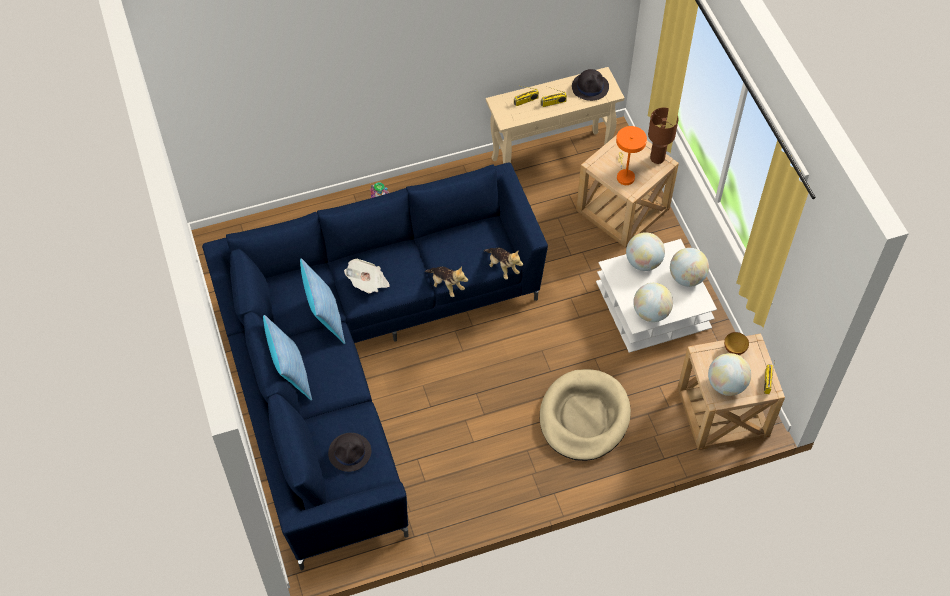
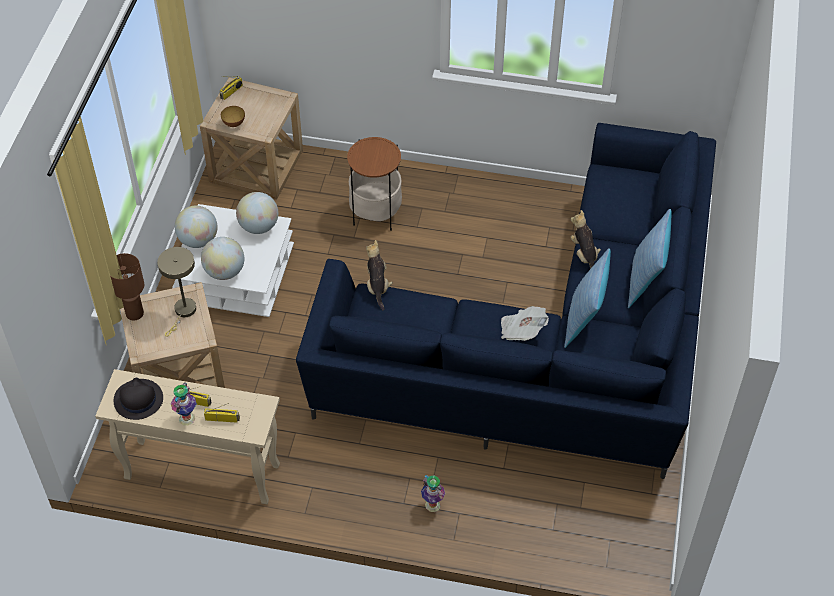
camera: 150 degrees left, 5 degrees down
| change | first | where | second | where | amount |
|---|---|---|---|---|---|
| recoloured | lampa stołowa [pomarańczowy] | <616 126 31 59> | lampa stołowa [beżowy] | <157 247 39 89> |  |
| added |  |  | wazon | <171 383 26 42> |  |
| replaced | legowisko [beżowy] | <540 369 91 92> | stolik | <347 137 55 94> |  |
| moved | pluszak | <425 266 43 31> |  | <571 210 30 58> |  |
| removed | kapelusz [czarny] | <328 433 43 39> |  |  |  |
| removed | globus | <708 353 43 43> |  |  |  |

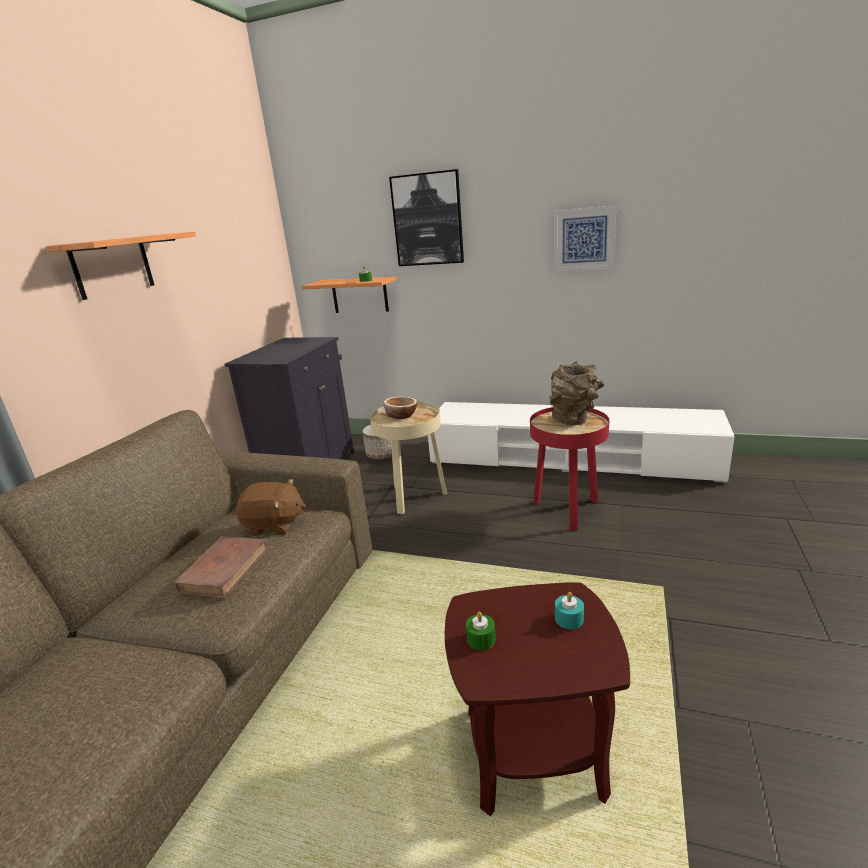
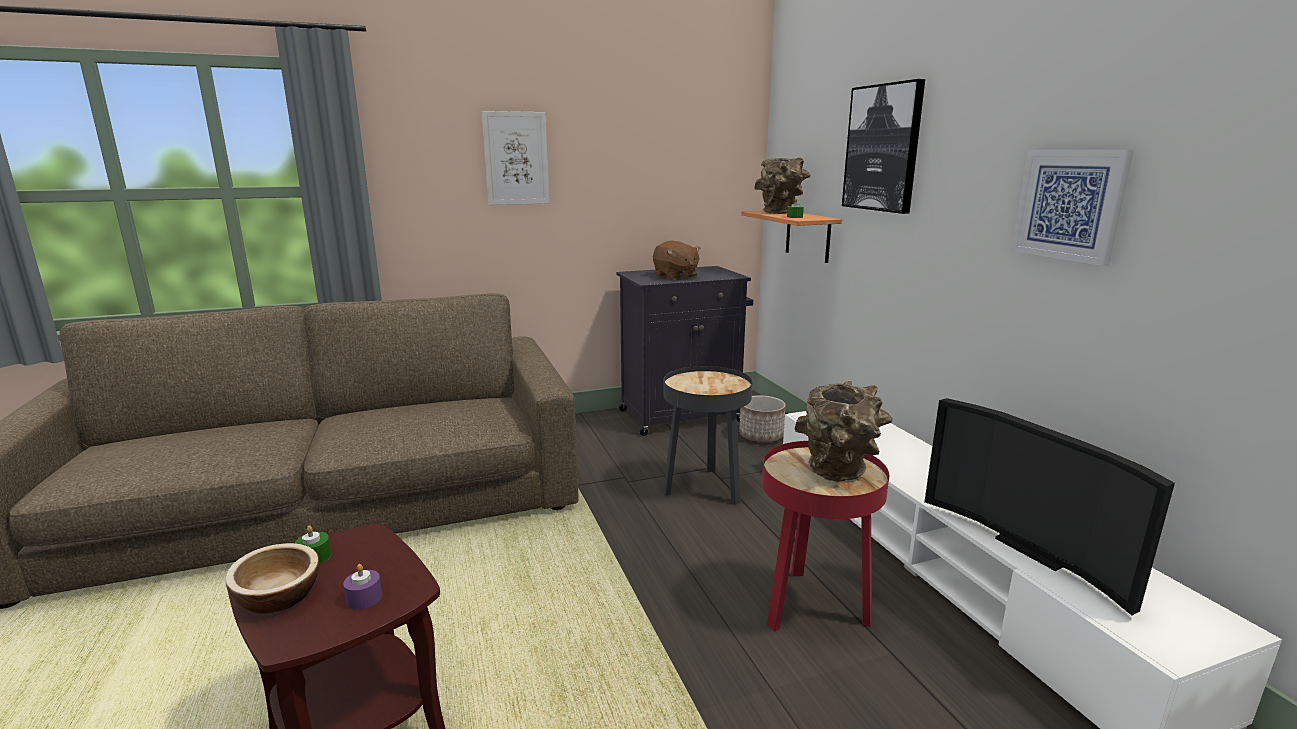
camera: 50 degrees right, 5 degrees down
| change | first | where | second | where | amount |
|---|---|---|---|---|---|
| moved | miska | <383 396 34 23> |  | <225 543 94 71> |  |
| recoloured | świeca [turkusowy] | <555 592 29 37> | świeca [fioletowy] | <343 564 39 46> |  |
| replaced | półka | <45 232 151 68> | obraz | <482 111 67 94> |  |
| moved | pluszak [brązowy] | <236 479 70 57> |  | <653 241 48 39> |  |
| recoloured | stolik [beżowy] | <370 401 77 113> | stolik [czarny] | <663 366 90 139> |  |
| added |  |  | wazon [brązowy] | <754 157 57 57> |  |
| added |  |  | telewizor | <924 398 251 218> |  |
| removed | książka [brązowy] | <173 536 96 62> |  |  |  |

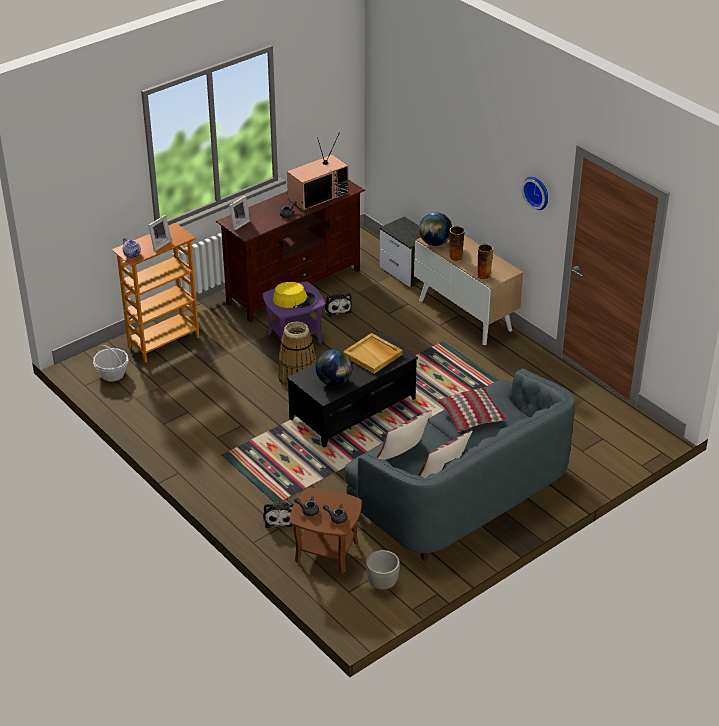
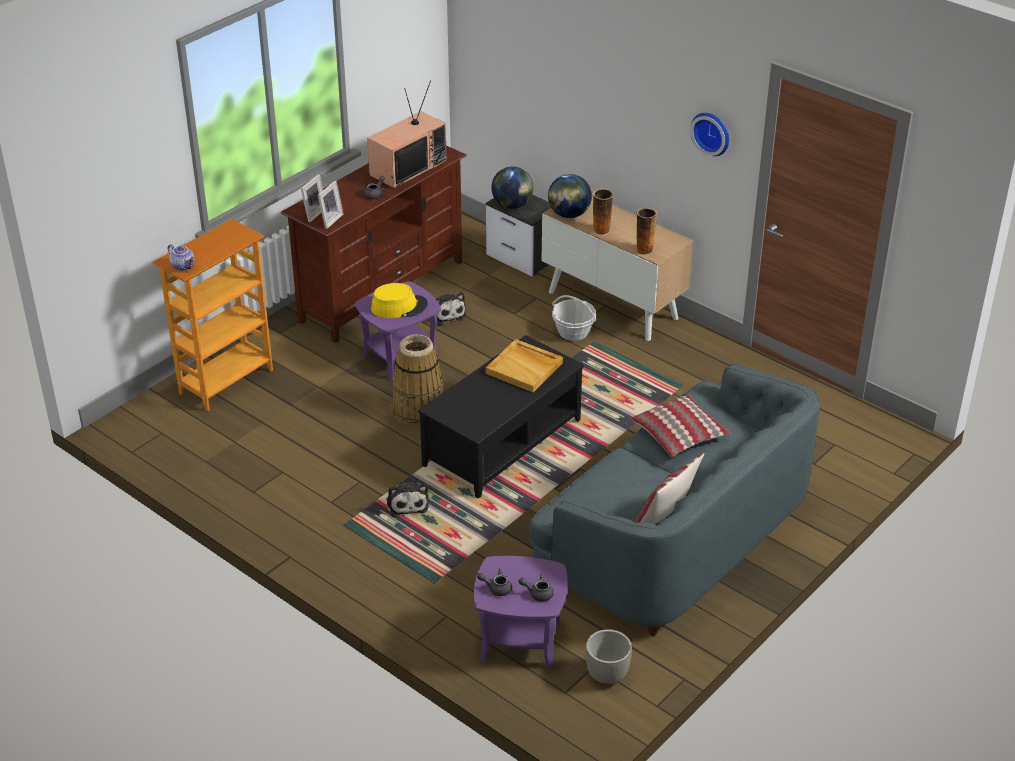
camera: 10 degrees left, 0 degrees up
| change | first | where | second | where | amount |
|---|---|---|---|---|---|
| moved | ramka na zdjęcie | <148 215 24 36> |  | <318 181 25 48> |  |
| moved | pluszak | <263 502 31 26> |  | <387 482 42 36> |  |
| recoloured | stolik [brązowy] | <290 488 72 86> | stolik [fioletowy] | <474 556 94 112> |  |
| moved | globus | <316 349 36 37> |  | <491 167 43 42> |  |
| moved | koszyk | <93 345 36 37> |  | <552 295 44 46> |  |
| removed | poduszka | <377 410 55 50> |  |  |  |

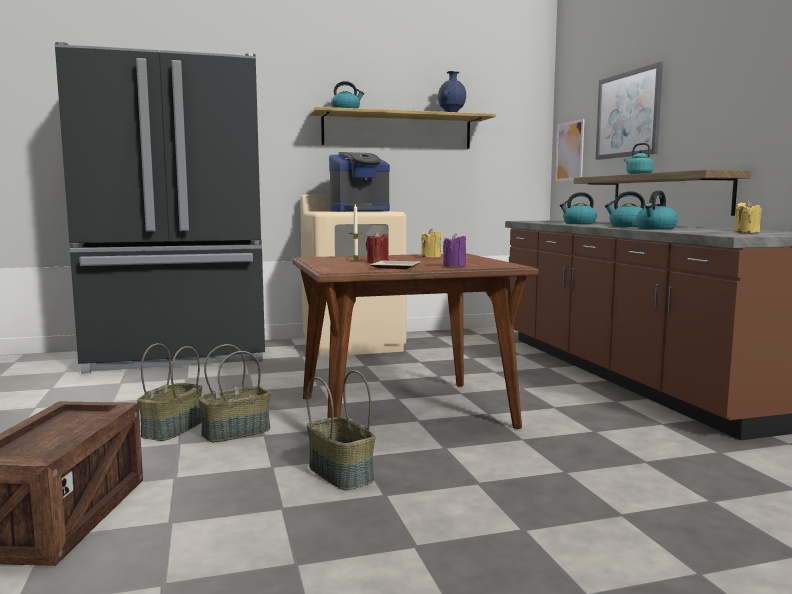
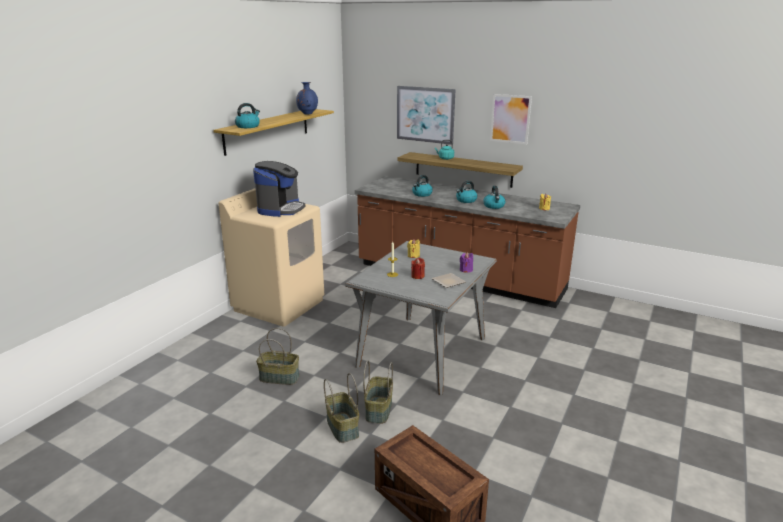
camera: 45 degrees left, 15 degrees up
| change | first | where | second | where | amount |
|---|---|---|---|---|---|
| moved | koszyk | <307 370 68 120> |  | <256 328 44 57> |  |
| recoloured | stół jadalny [brązowy] | <292 253 246 176> | stół jadalny [szary] | <345 241 152 154> |  |
| moved | obraz | <555 119 30 63> |  | <490 94 42 50> |  |
| removed | lodówka [czarny] | <54 42 211 332> |  |  |  |

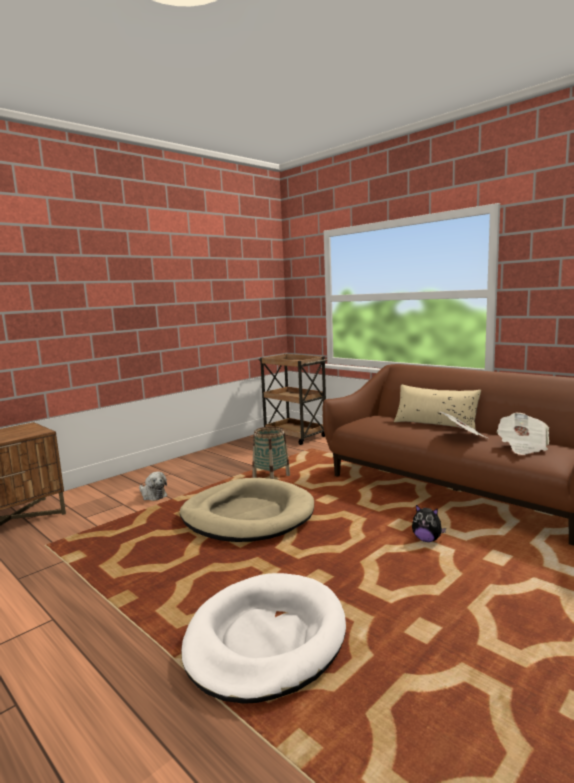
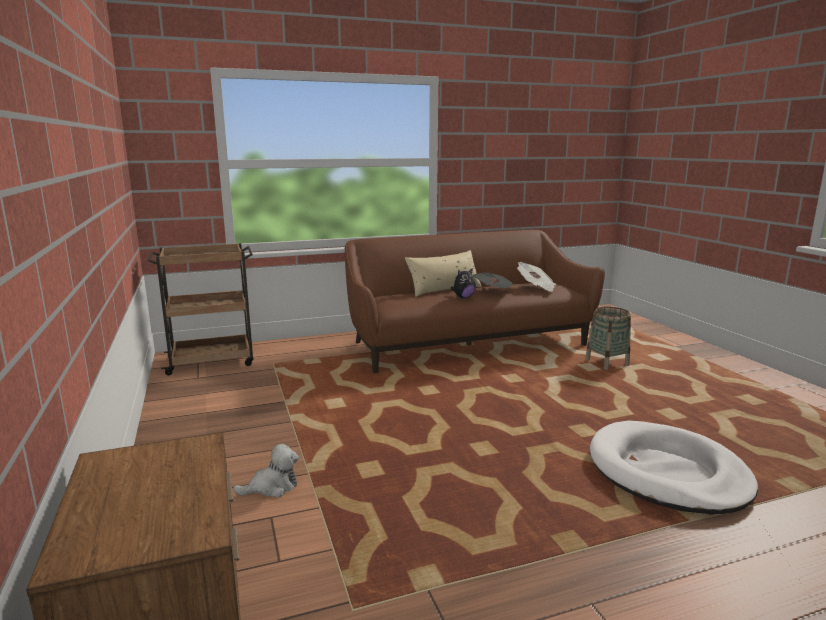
camera: 65 degrees left, 5 degrees up
| change | first | where | second | where | amount |
|---|---|---|---|---|---|
| moved | pluszak | <412 505 34 37> |  | <450 268 26 30> |  |
| moved | koszyk | <253 426 37 53> |  | <585 307 46 63> |  |
| removed | legowisko [beżowy] | <180 478 134 64> |  |  |  |

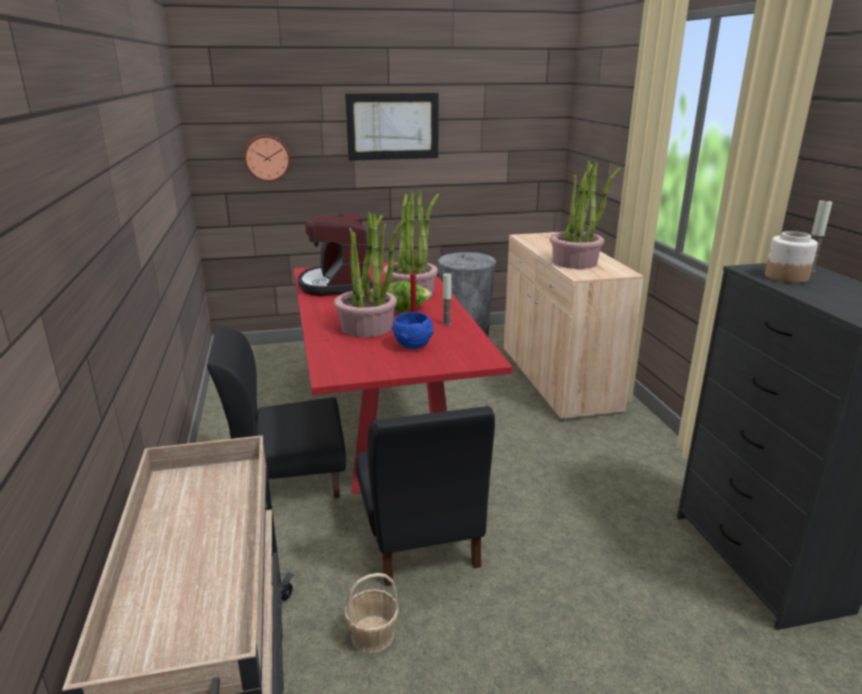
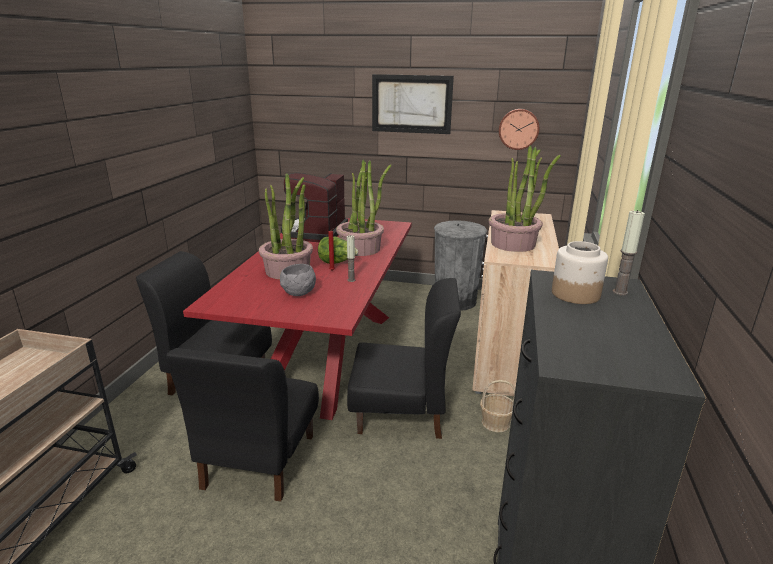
camera: 25 degrees right, 0 degrees up
| change | first | where | second | where | amount |
|---|---|---|---|---|---|
| recoloured | miska [niebieski] | <392 312 41 37> | miska [szary] | <280 264 36 32> |  |
| added |  |  | krzesło [czarny] | <347 278 114 161> |  |
| moved | koszyk | <345 573 54 80> |  | <480 380 35 52> |  |
| moved | zegar ścienny | <244 135 46 47> |  | <499 109 40 41> |  |

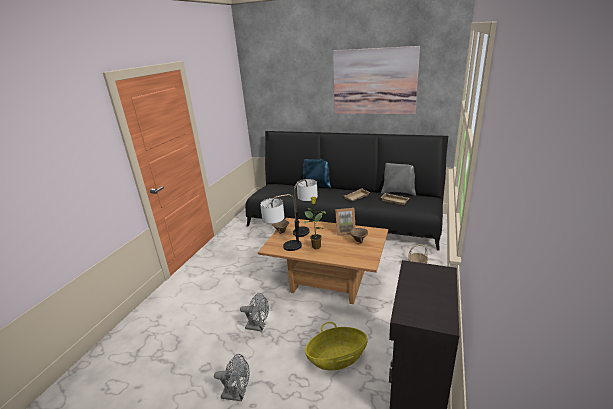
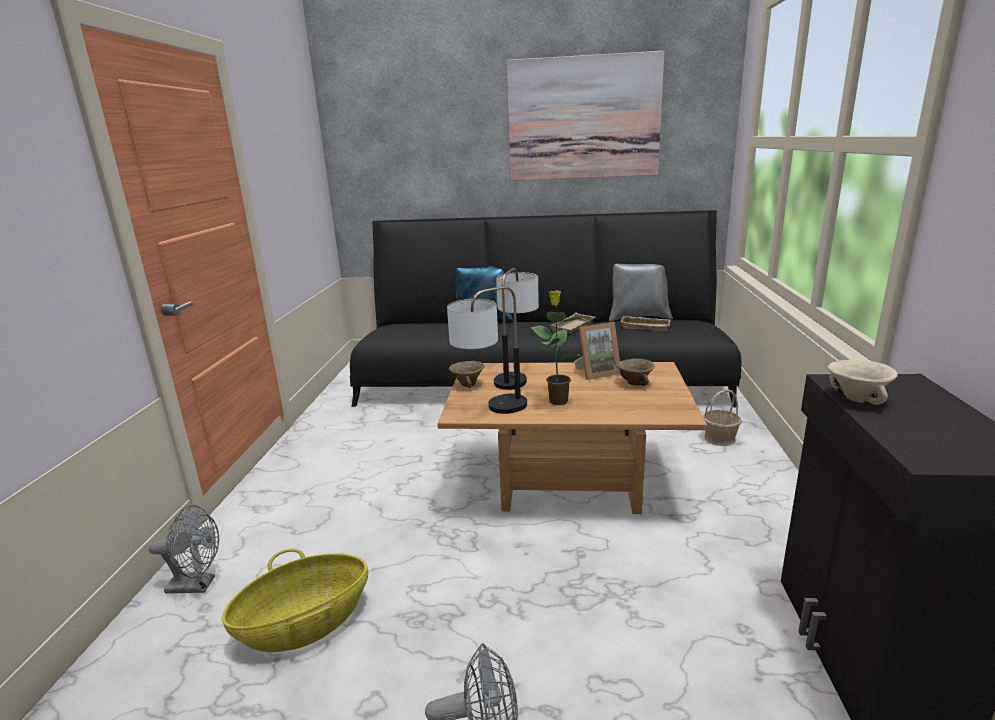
camera: 15 degrees left, 5 degrees down
| change | first | where | second | where | amount |
|---|---|---|---|---|---|
| moved | wentylator [szary] | <240 293 29 39> |  | <149 505 70 89> |  |
| moved | koszyk | <305 322 63 49> |  | <222 548 146 104> |  |
| added |  |  | miska [beżowy] | <827 359 71 46> |  |

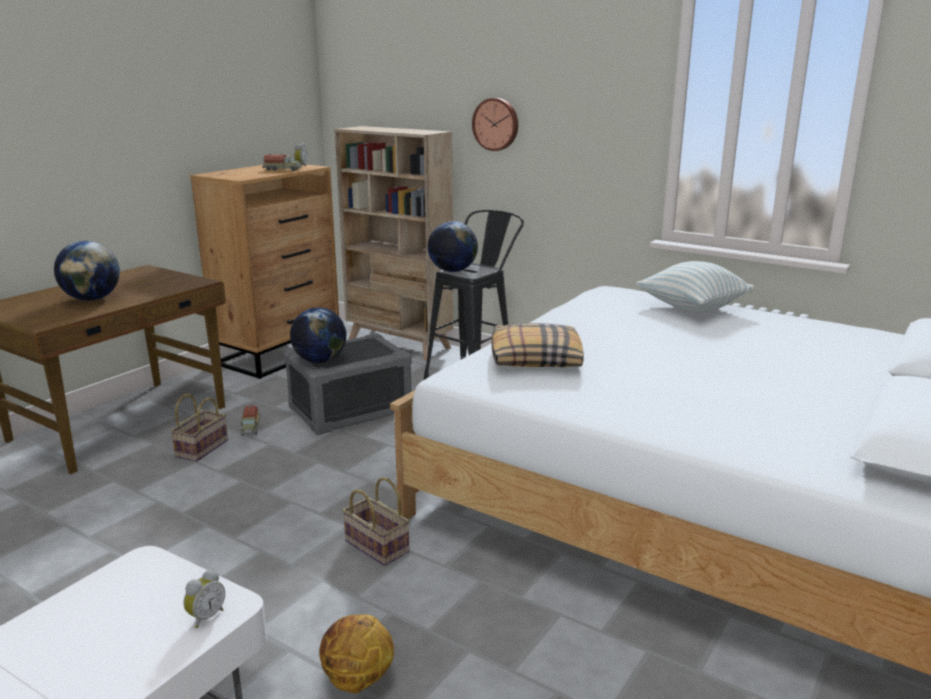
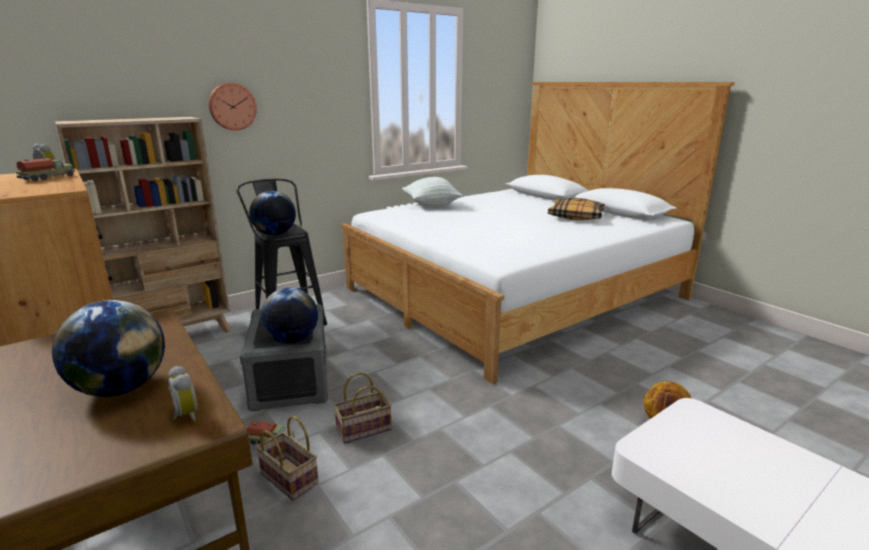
camera: 70 degrees left, 0 degrees up
| change | first | where | second | where | amount |
|---|---|---|---|---|---|
| moved | budzik | <184 569 41 59> |  | <168 366 30 56> |  |
| moved | koszyk | <342 477 68 89> |  | <334 372 58 72> |  |
| moved | poduszka | <492 323 92 44> |  | <548 198 57 22> |  |

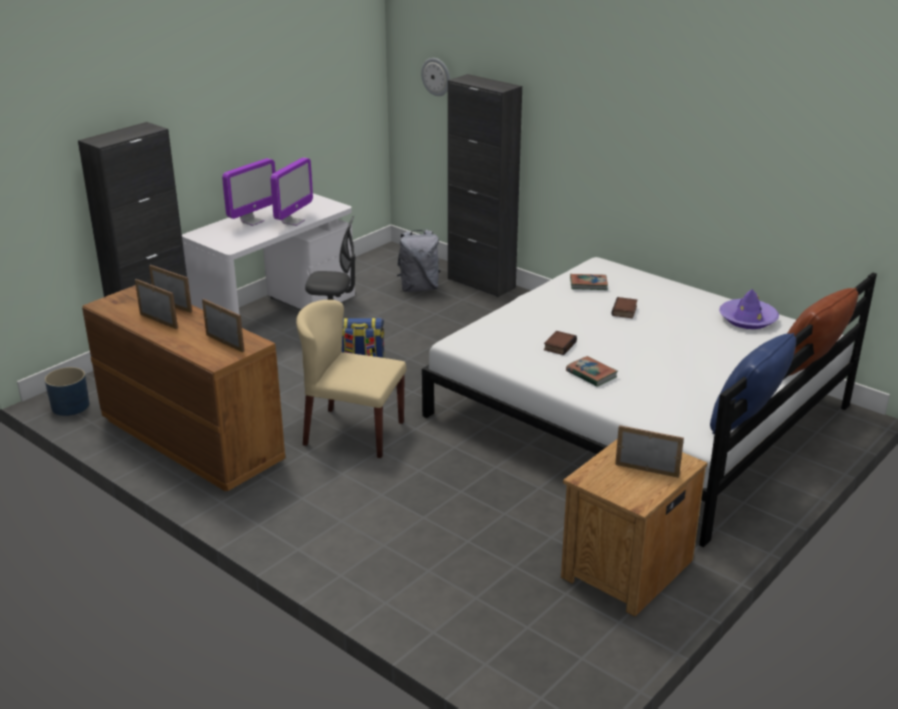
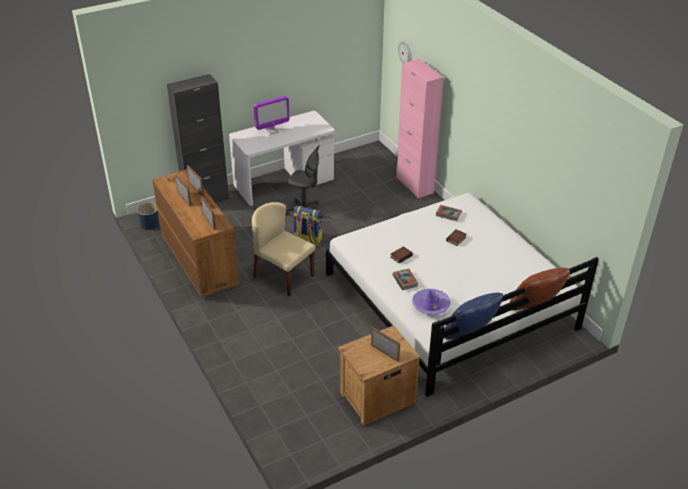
camera: 20 degrees right, 10 degrees up
| change | first | where | second | where | amount |
|---|---|---|---|---|---|
| recoloured | szafka [czarny] | <448 74 74 223> | szafka [różowy] | <396 59 48 139> |  |
| moved | kapelusz [fioletowy] | <719 289 60 40> |  | <412 289 39 26> |  |
| removed | monitor | <270 157 43 69> |  |  |  |
| removed | plecak [szary] | <397 230 44 62> |  |  |  |

